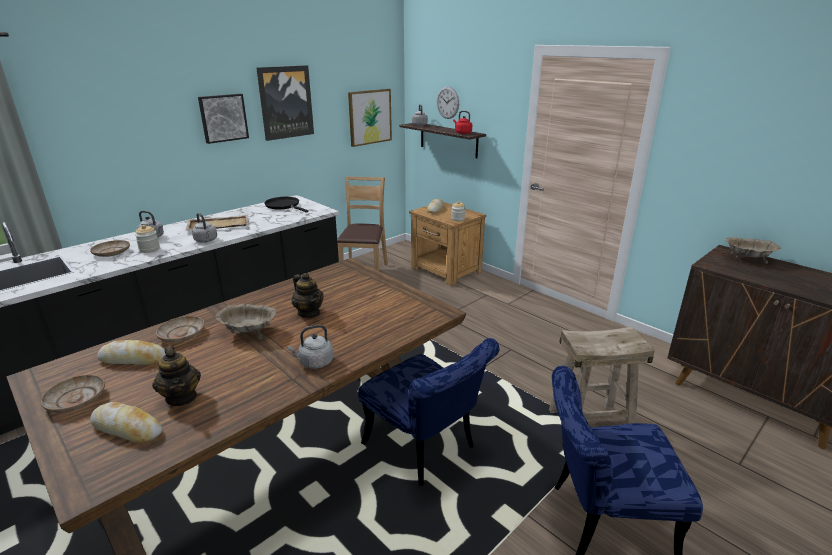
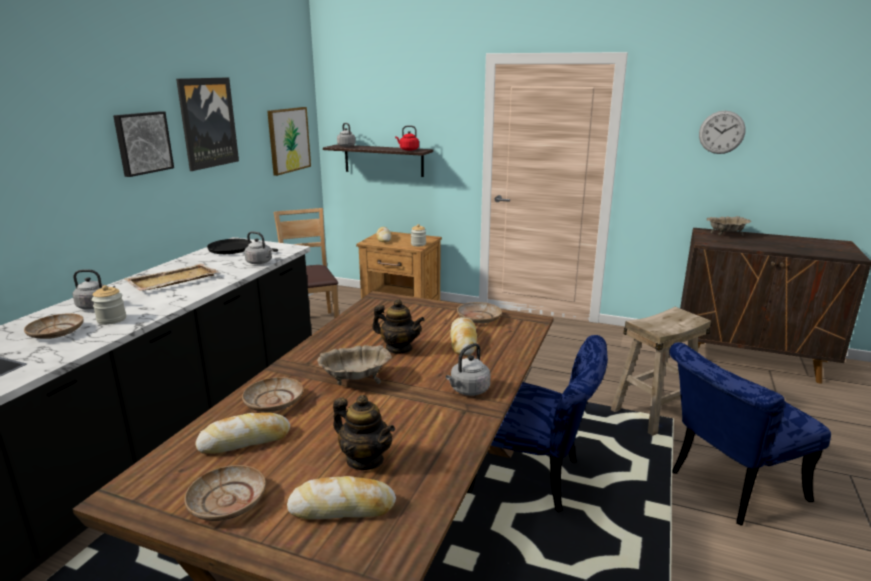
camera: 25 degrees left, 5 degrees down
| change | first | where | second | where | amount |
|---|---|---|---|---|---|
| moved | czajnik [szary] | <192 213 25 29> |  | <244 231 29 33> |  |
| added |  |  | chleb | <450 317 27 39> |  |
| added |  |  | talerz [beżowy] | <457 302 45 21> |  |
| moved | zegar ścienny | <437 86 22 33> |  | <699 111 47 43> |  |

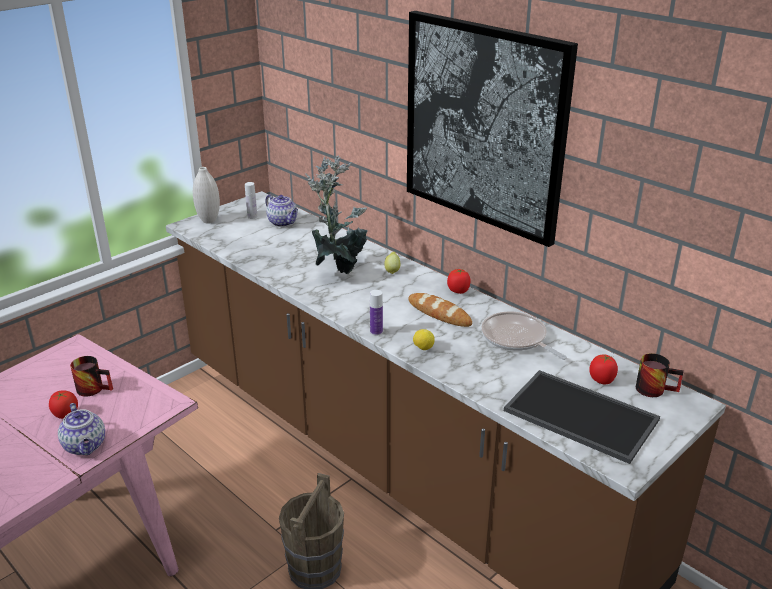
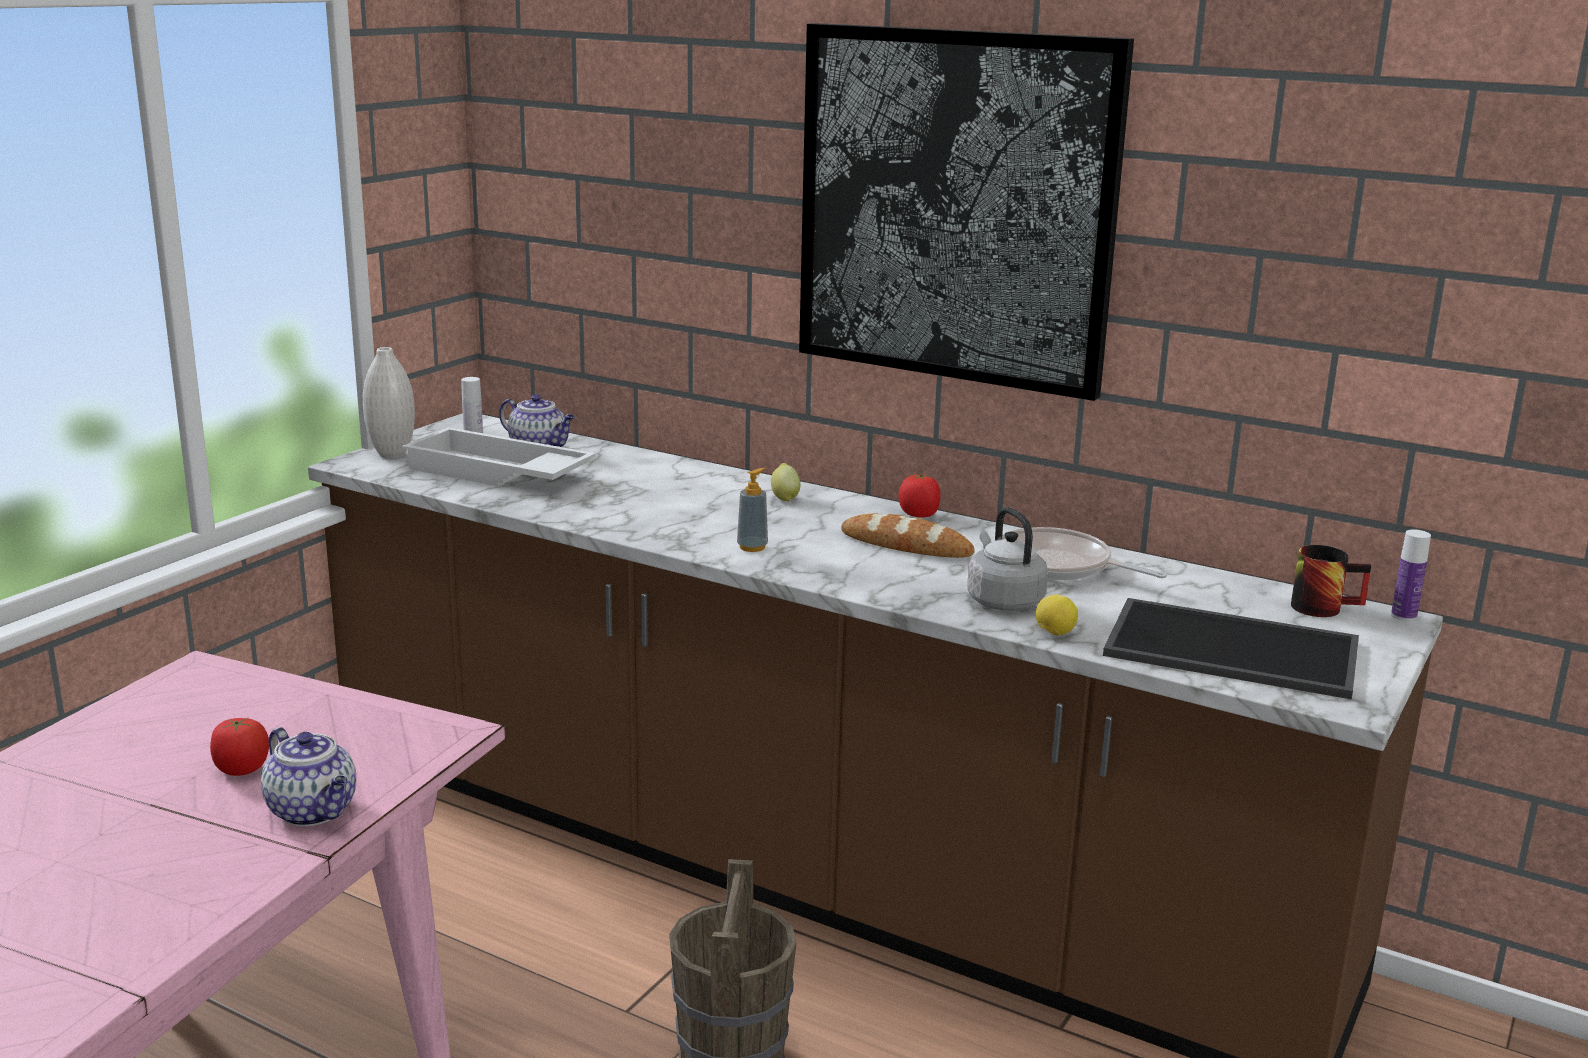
camera: 15 degrees left, 10 degrees down
| change | first | where | second | where | amount |
|---|---|---|---|---|---|
| added |  |  | taca [biały] | <402 427 194 59> |  |
| added |  |  | dozownik mydła | <737 468 31 84> |  |
| added |  |  | czajnik [szary] | <967 507 81 104> |  |
| moved | cytryna | <413 329 22 21> |  | <1036 594 42 41> |  |
| moved | butelka | <370 290 13 46> |  | <1391 529 40 92> |  |
| removed | kubek | <70 356 43 41> |  |  |  |
| removed | roślina doniczkowa | <306 155 61 119> |  |  |  |
| removed | pomidor | <589 354 29 30> |  |  |  |

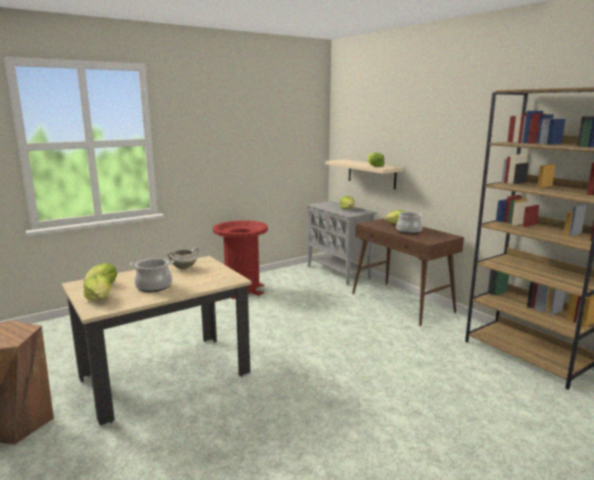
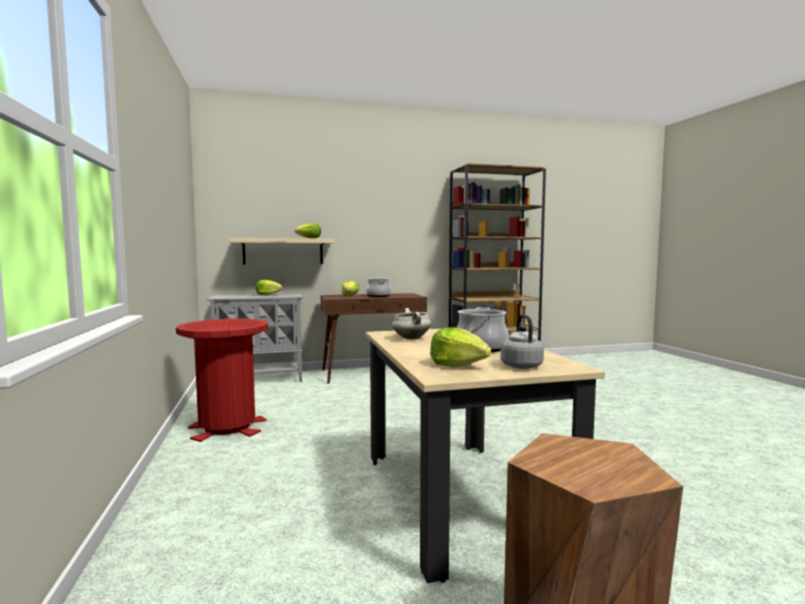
camera: 70 degrees left, 10 degrees down
| change | first | where | second | where | amount |
|---|---|---|---|---|---|
| replaced | sałata | <83 275 29 26> | czajnik [szary] | <501 314 43 55> |  |

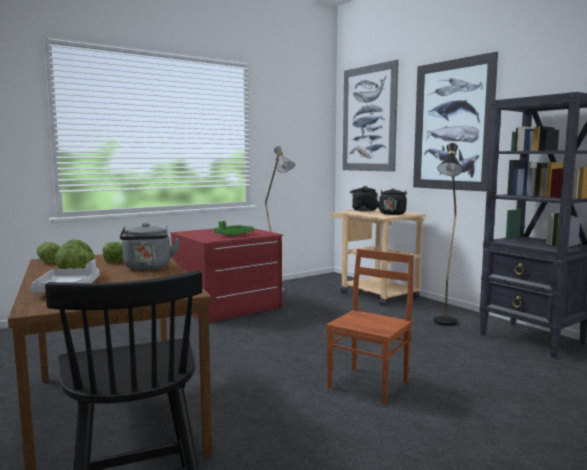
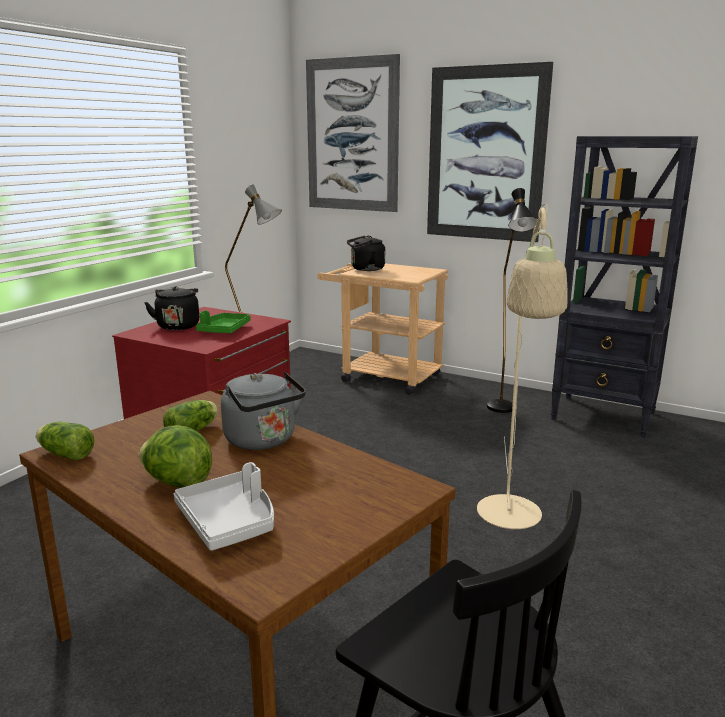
camera: 25 degrees left, 10 degrees up
| change | first | where | second | where | amount |
|---|---|---|---|---|---|
| moved | czajnik [czarny] | <374 188 33 27> |  | <144 286 55 44> |  |
| replaced | krzesło [brązowy] | <326 249 88 155> | lampa stojąca [beżowy] | <477 204 91 325> |  |

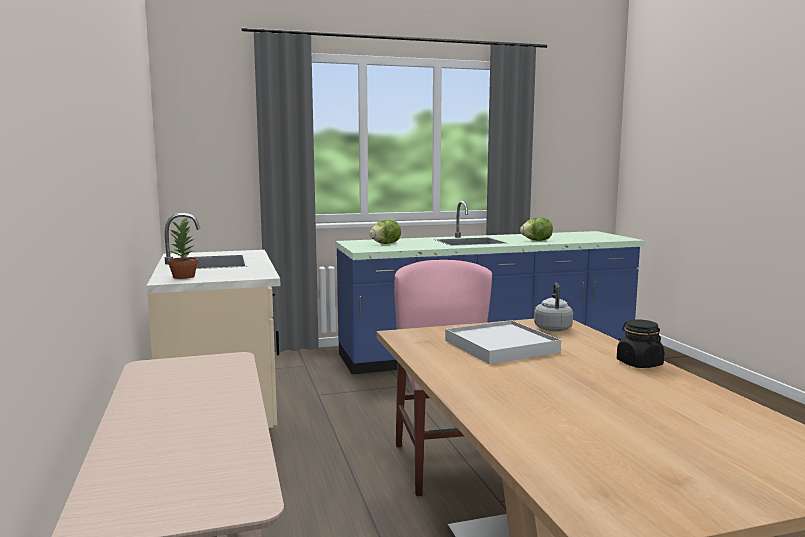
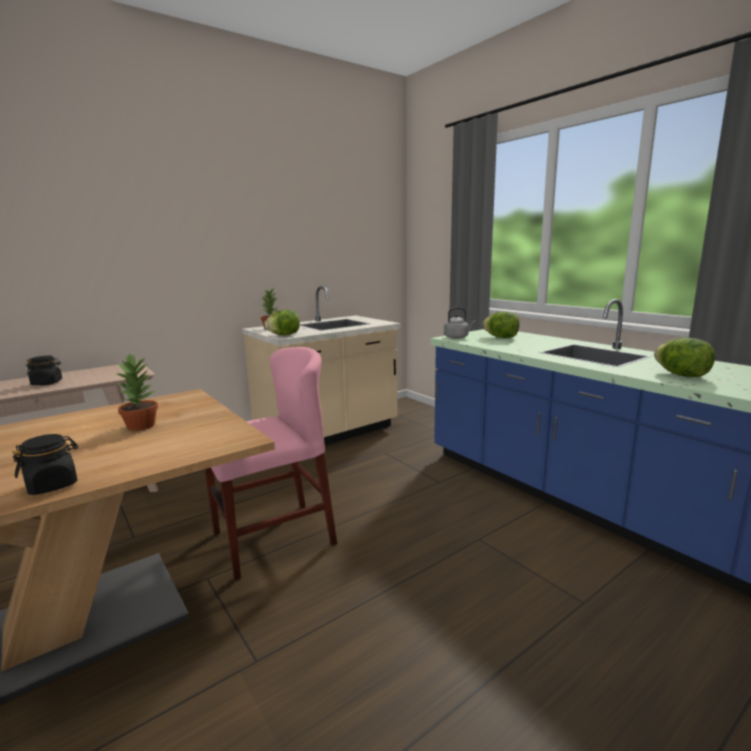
camera: 70 degrees right, 5 degrees up
| change | first | where | second | where | amount |
|---|---|---|---|---|---|
| added |  |  | słoik [czarny] | <26 356 36 29> |  |
| replaced | taca [biały] | <445 320 116 44> | roślina doniczkowa | <114 354 44 77> |  |
| added |  |  | sałata | <264 310 36 25> |  |
| moved | czajnik [szary] | <534 282 39 49> |  | <444 307 32 32> |  |

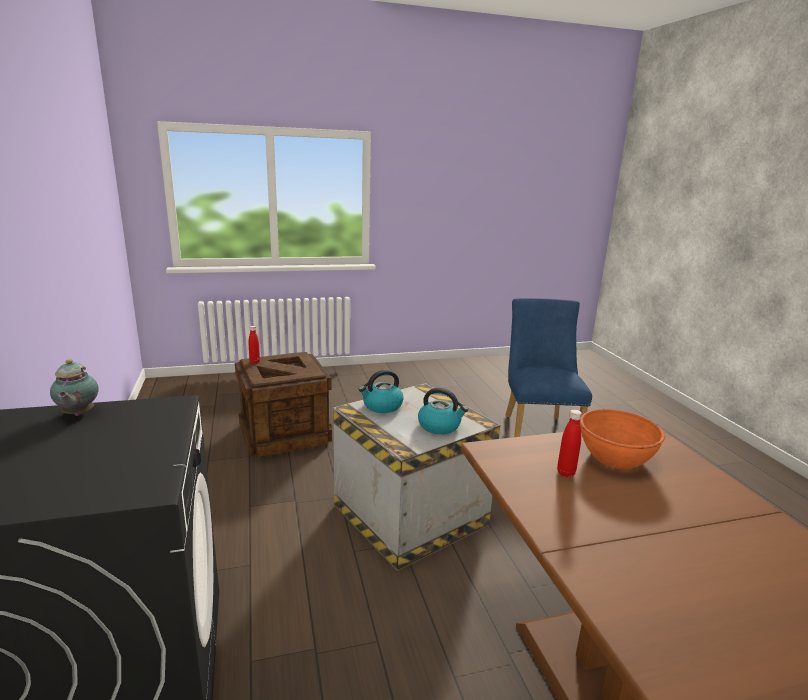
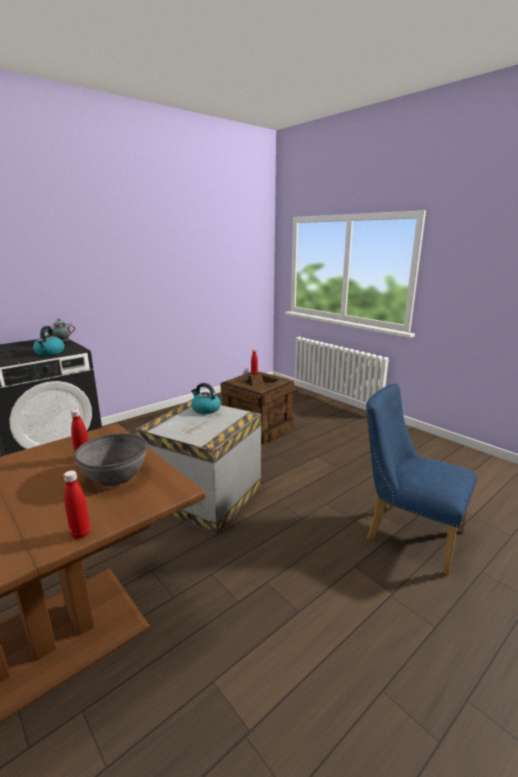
camera: 65 degrees right, 0 degrees up
| change | first | where | second | where | amount |
|---|---|---|---|---|---|
| moved | czajnik | <418 388 50 46> |  | <33 326 32 30> |  |
| added |  |  | butelka [czerwony] | <64 470 26 69> |  |
| recoloured | miska [pomarańczowy] | <580 409 85 60> | miska [szary] | <74 433 73 53> |  |
| turned | krzesło [niebieski] | <505 298 87 139> |  | <366 383 111 192> | 120 degrees counterclockwise |

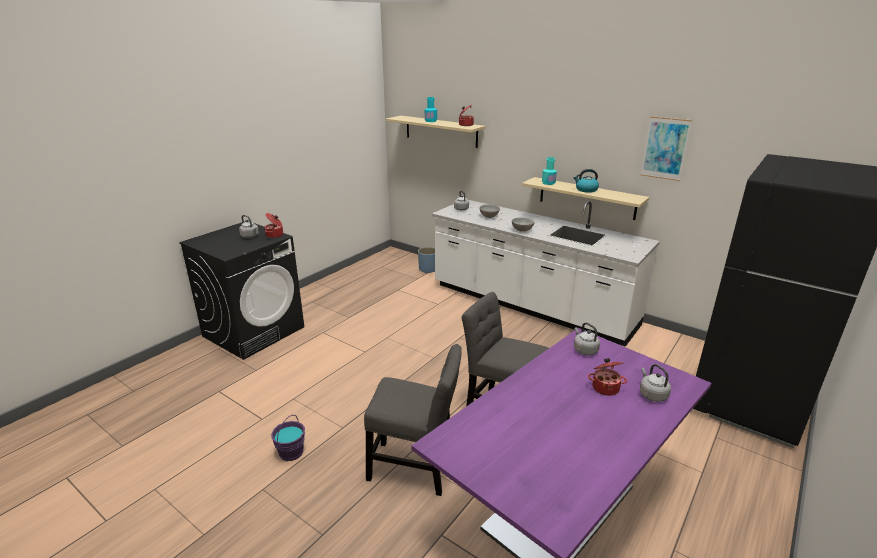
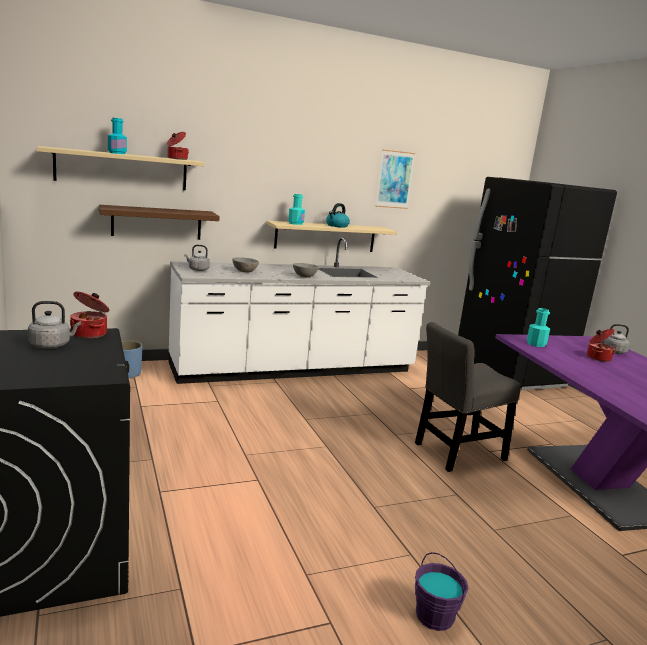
camera: 60 degrees left, 10 degrees down
| change | first | where | second | where | amount |
|---|---|---|---|---|---|
| added |  |  | półka [brązowy] | <99 205 121 35> |  |
| replaced | czajnik [szary] | <574 322 26 33> | butelka [turkusowy] | <527 308 23 39> |  |
| removed | krzesło [szary] | <364 344 98 152> |  |  |  |

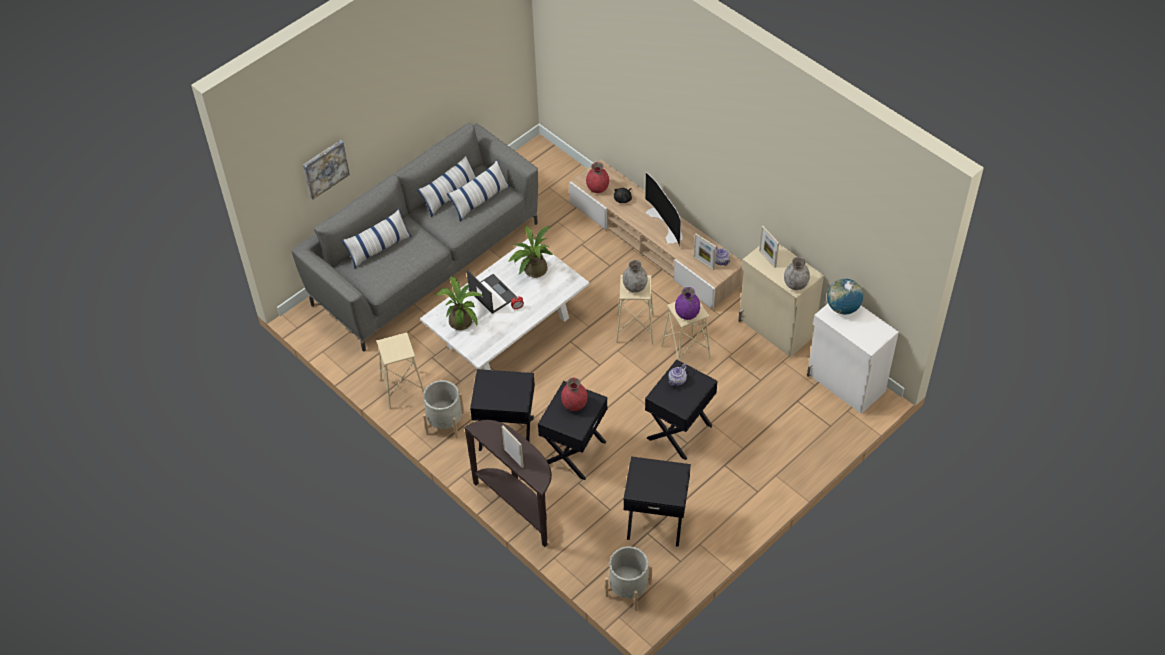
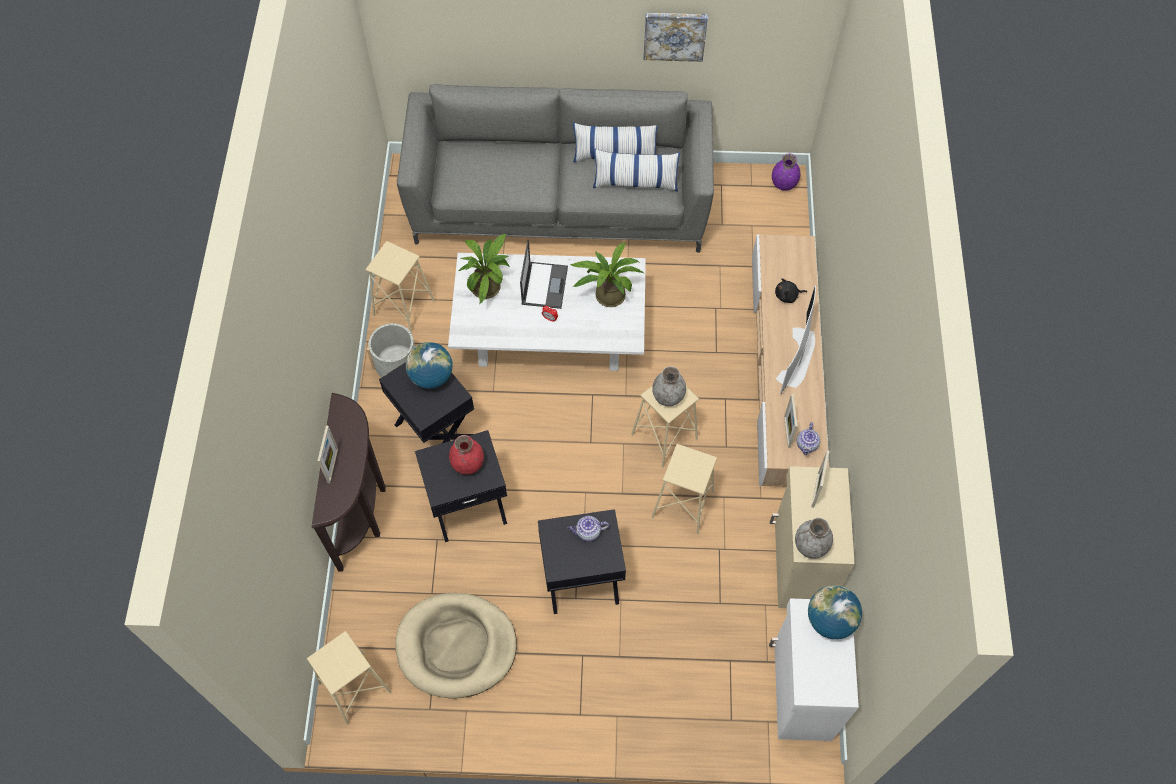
camera: 45 degrees right, 10 degrees up
| change | first | where | second | where | amount |
|---|---|---|---|---|---|
| replaced | donica [szary] | <605 546 47 64> | stołek [beżowy] | <307 631 85 94> |  |
| replaced | stolik [czarny] | <624 456 67 91> | legowisko [beżowy] | <395 593 122 105> |  |
| added |  |  | globus | <406 342 47 47> |  |
| moved | obraz | <303 140 47 59> |  | <643 13 65 49> |  |
| moved | wazon [fioletowy] | <675 287 25 33> |  | <772 153 28 38> |  |
| removed | poduszka | <342 209 70 60> |  |  |  |
| removed | wazon [czerwony] | <586 162 23 31> |  |  |  |

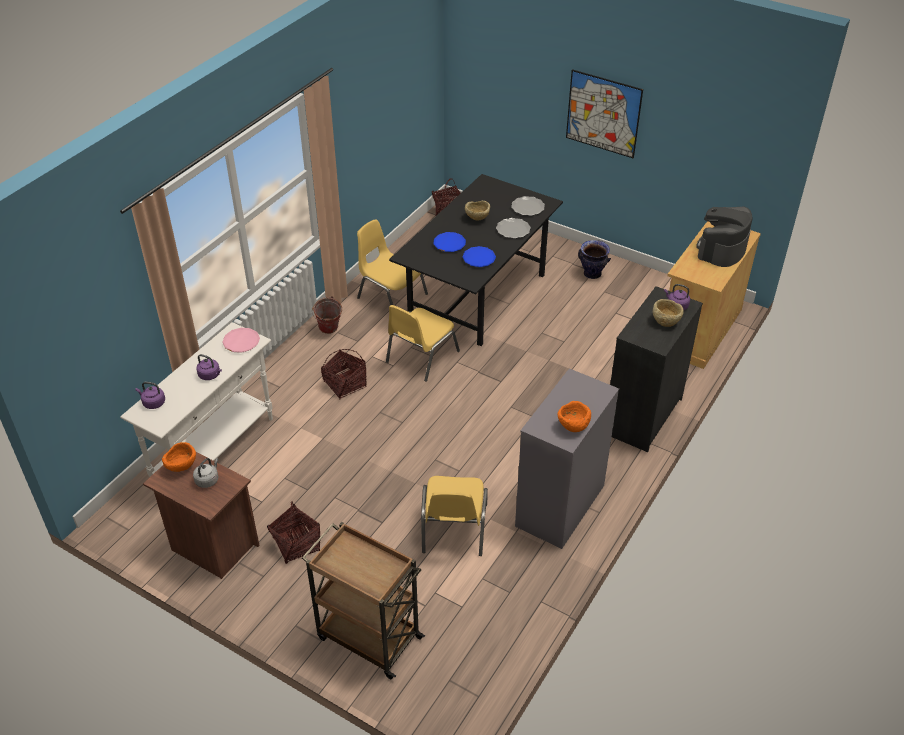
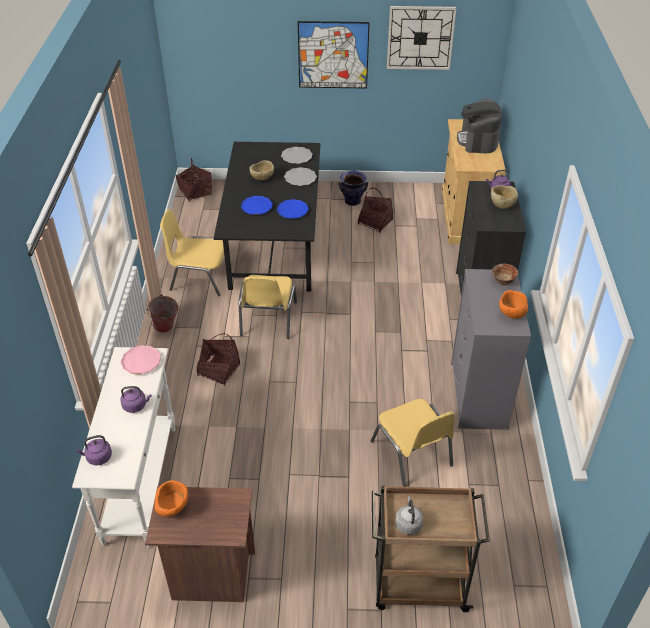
camera: 30 degrees left, 0 degrees up
| change | first | where | second | where | amount |
|---|---|---|---|---|---|
| moved | koszyk | <267 501 53 63> |  | <358 187 35 46> |  |
| added |  |  | zegar ścienny | <387 6 69 64> |  |
| moved | czajnik [szary] | <193 458 26 30> |  | <395 496 28 39> |  |
| added |  |  | miska | <492 264 26 21> |  |

